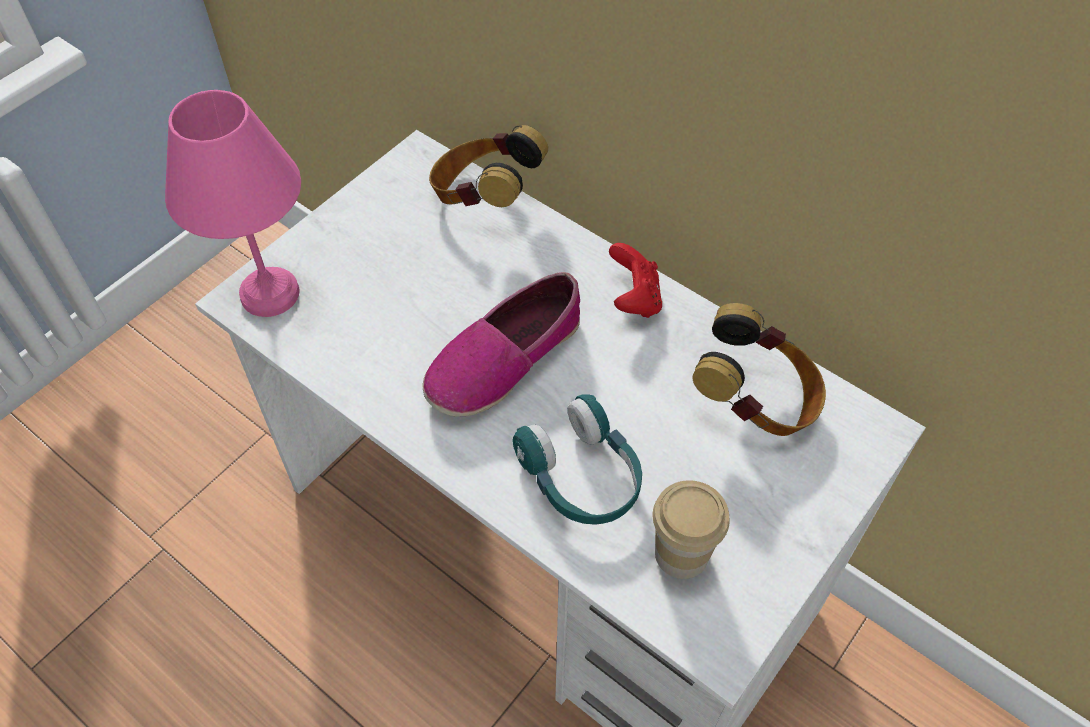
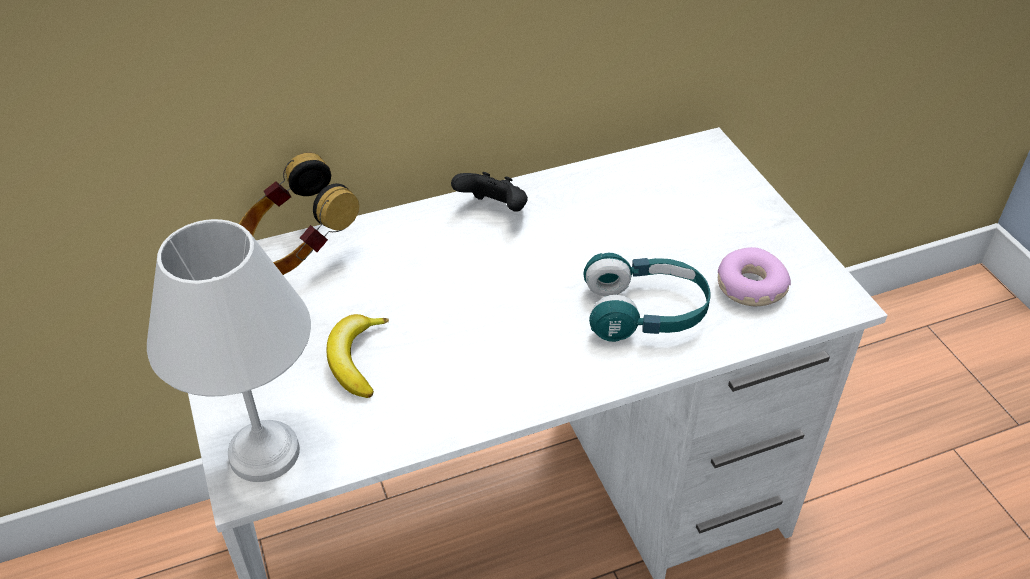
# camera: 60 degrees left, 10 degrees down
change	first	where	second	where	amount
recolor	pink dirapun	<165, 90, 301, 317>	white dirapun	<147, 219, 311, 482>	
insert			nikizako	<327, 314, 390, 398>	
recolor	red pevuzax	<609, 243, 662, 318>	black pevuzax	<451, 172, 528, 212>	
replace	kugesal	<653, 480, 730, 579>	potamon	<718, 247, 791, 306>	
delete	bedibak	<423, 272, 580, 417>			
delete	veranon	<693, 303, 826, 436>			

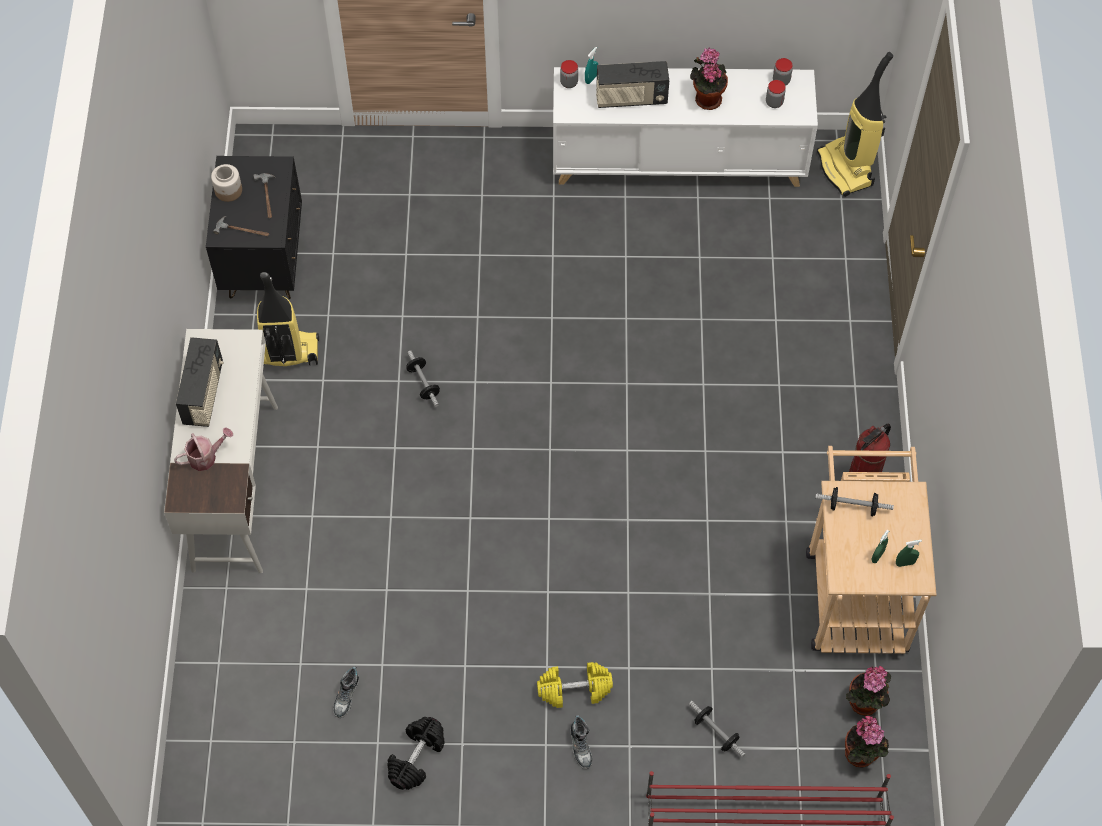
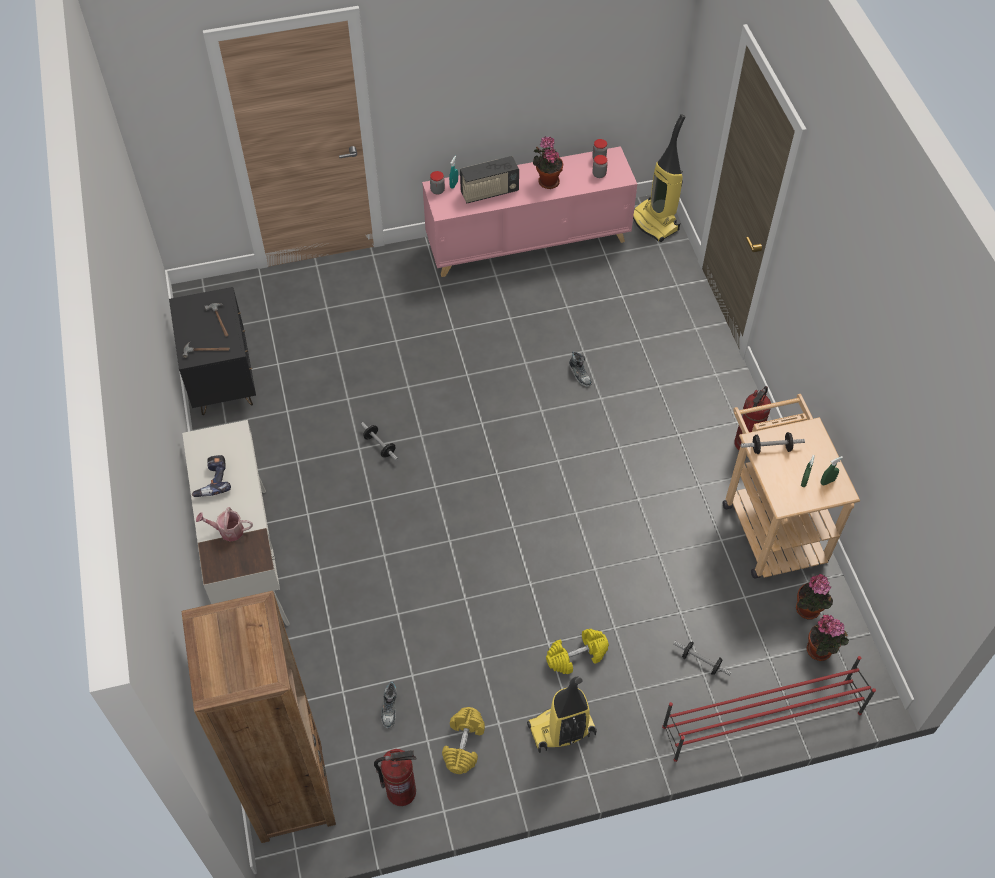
# camera: 15 degrees left, 5 degrees down
change	first	where	second	where	amount
insert			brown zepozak	<181, 591, 336, 843>	
replace	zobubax	<176, 337, 224, 427>	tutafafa	<192, 455, 231, 497>	
rotate	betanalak	<174, 427, 233, 471>		<196, 507, 253, 542>	135 degrees counterclockwise
insert			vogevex	<374, 749, 417, 806>	
recolor	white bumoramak	<553, 67, 818, 187>	pink bumoramak	<422, 146, 637, 277>	
recolor	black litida	<387, 717, 445, 790>	yellow litida	<442, 707, 485, 774>	
move	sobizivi	<257, 272, 319, 367>		<527, 676, 597, 753>	
move	bedibak	<570, 715, 592, 769>		<569, 351, 592, 387>	
delete	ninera	<211, 164, 242, 202>			

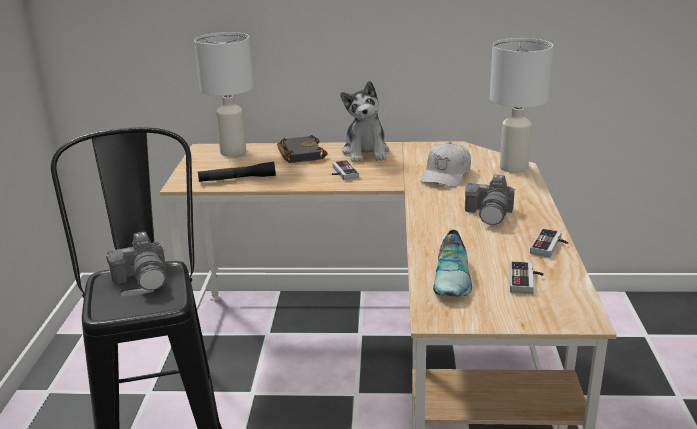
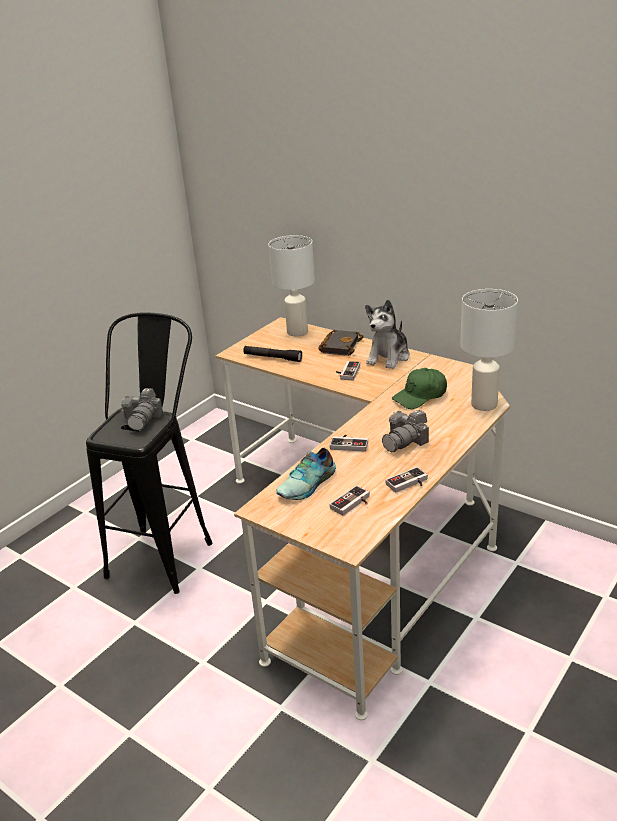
# camera: 35 degrees right, 5 degrees up
change	first	where	second	where	amount
insert			pevuzax	<330, 435, 368, 452>	
recolor	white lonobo	<421, 142, 471, 187>	green lonobo	<392, 368, 447, 409>	

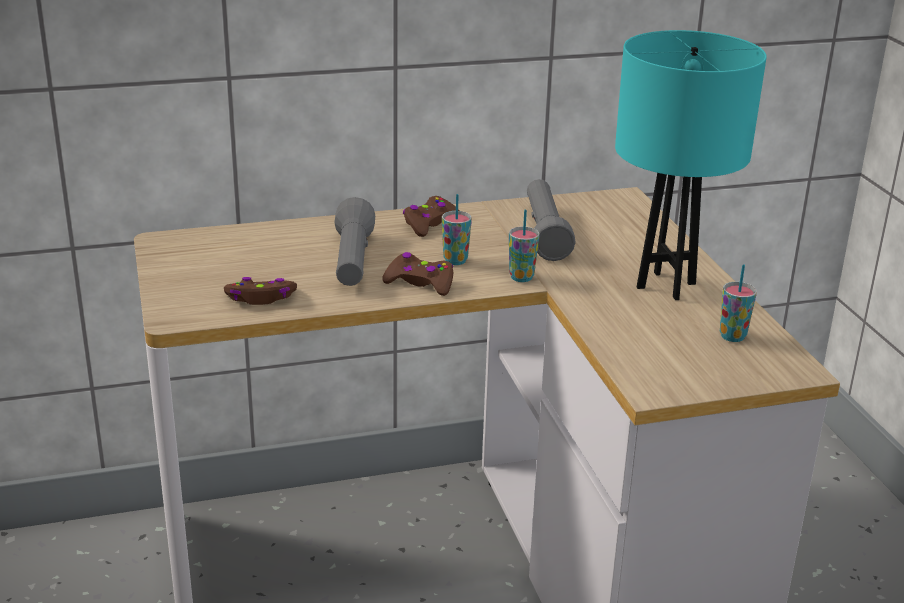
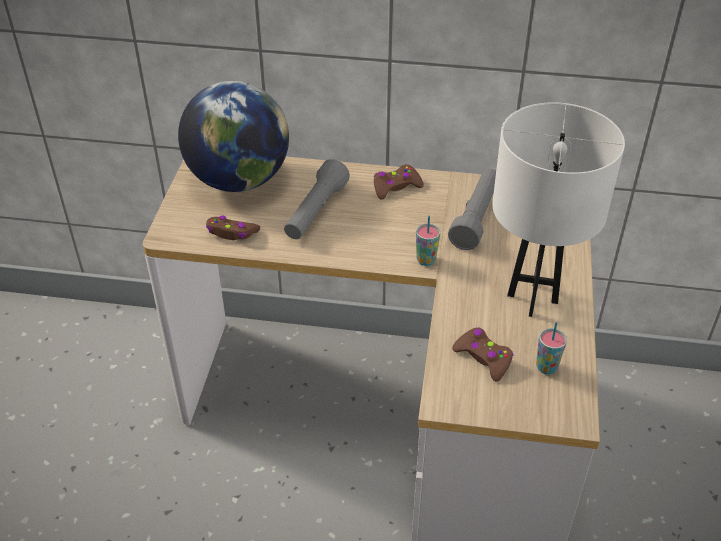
# camera: 25 degrees right, 15 degrees up
change	first	where	second	where	amount
insert			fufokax	<178, 81, 289, 192>	
move	brown pevuzax	<382, 252, 453, 296>		<452, 328, 513, 381>	
recolor	turquoise dirapun	<615, 30, 767, 300>	white dirapun	<492, 102, 625, 317>	
delete	kugesal	<442, 194, 472, 265>			

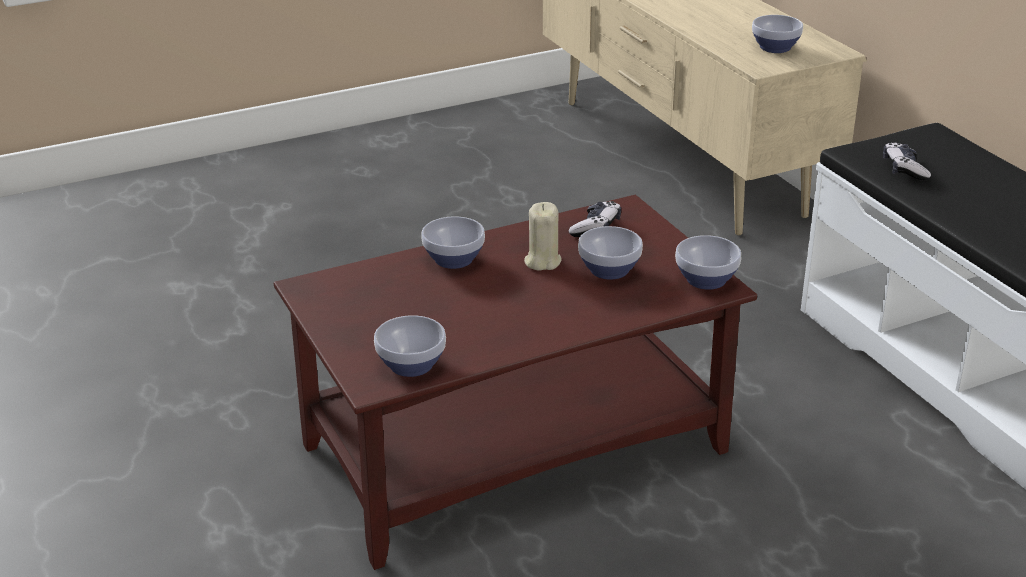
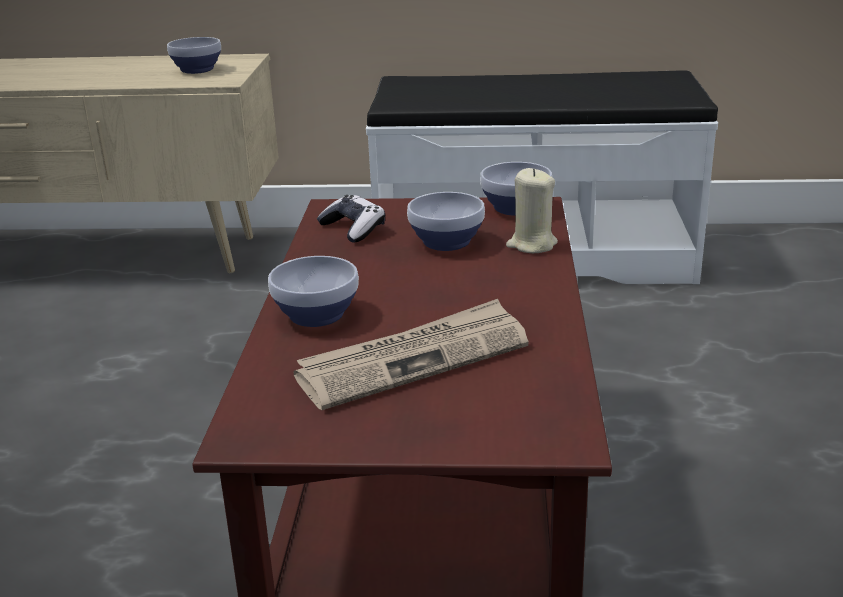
# camera: 60 degrees left, 5 degrees down
change	first	where	second	where	amount
insert			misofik	<293, 299, 529, 410>	
move	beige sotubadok	<524, 202, 562, 270>		<506, 168, 558, 253>	
delete	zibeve	<374, 315, 446, 377>			
delete	pevuzax	<883, 142, 931, 180>			

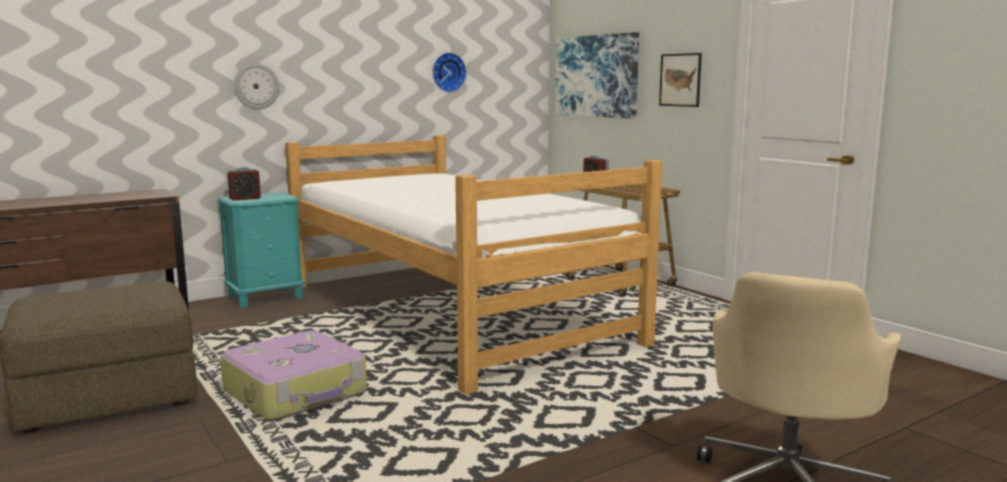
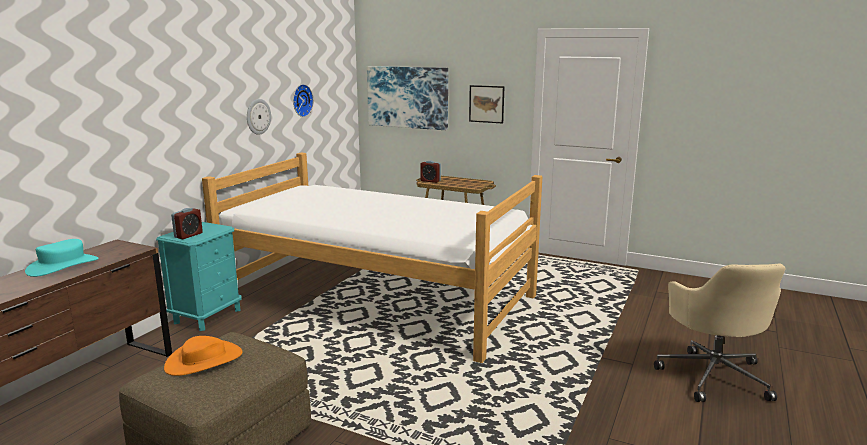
# camera: 30 degrees left, 5 degrees up
change	first	where	second	where	amount
insert			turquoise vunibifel	<25, 239, 98, 277>	
insert			orange vunibifel	<164, 336, 243, 376>	
move	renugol	<234, 63, 280, 110>		<247, 99, 271, 135>	
delete	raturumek	<220, 330, 367, 421>			

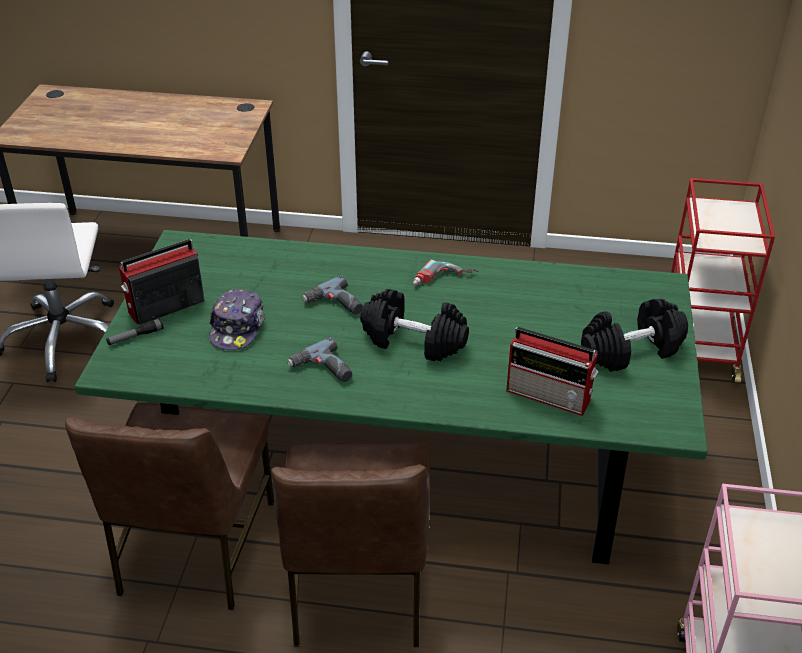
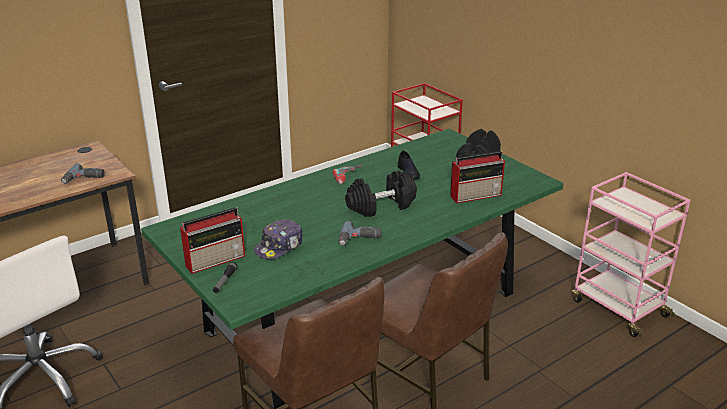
# camera: 45 degrees left, 10 degrees down
change	first	where	second	where	amount
move	tutafafa	<302, 275, 363, 315>		<61, 163, 105, 184>	
rotate	zobubax	<119, 239, 205, 325>		<180, 207, 245, 274>	135 degrees counterclockwise
rotate	lonobo	<209, 289, 265, 350>		<254, 219, 303, 260>	75 degrees clockwise
insert			black bedibak	<398, 150, 420, 179>	

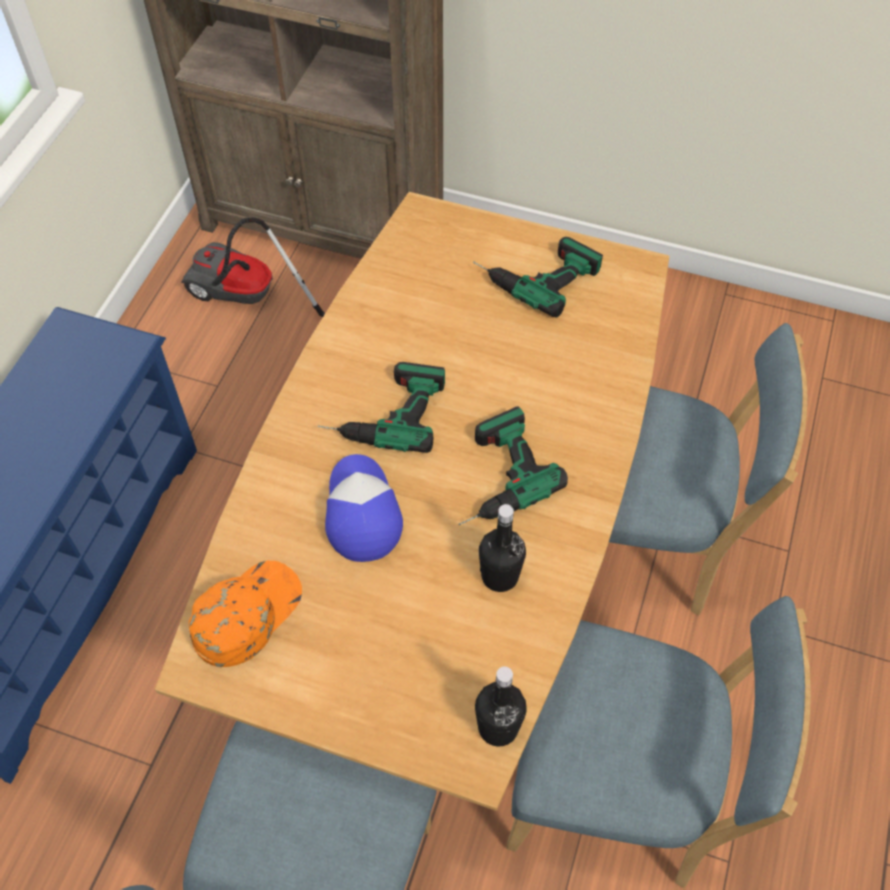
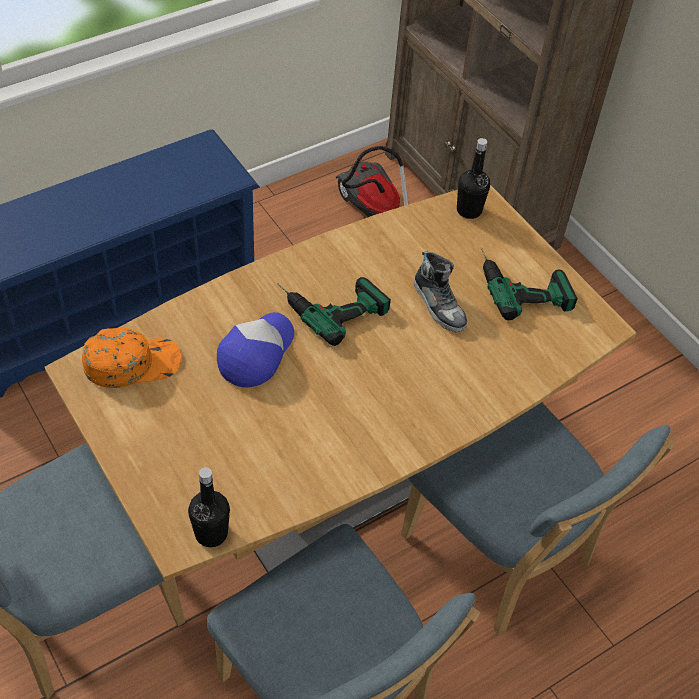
# camera: 35 degrees right, 5 degrees down
change	first	where	second	where	amount
insert			bedibak	<414, 251, 467, 332>	
move	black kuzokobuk	<479, 504, 526, 592>		<457, 138, 490, 219>	
delete	tutafafa	<459, 406, 568, 525>			

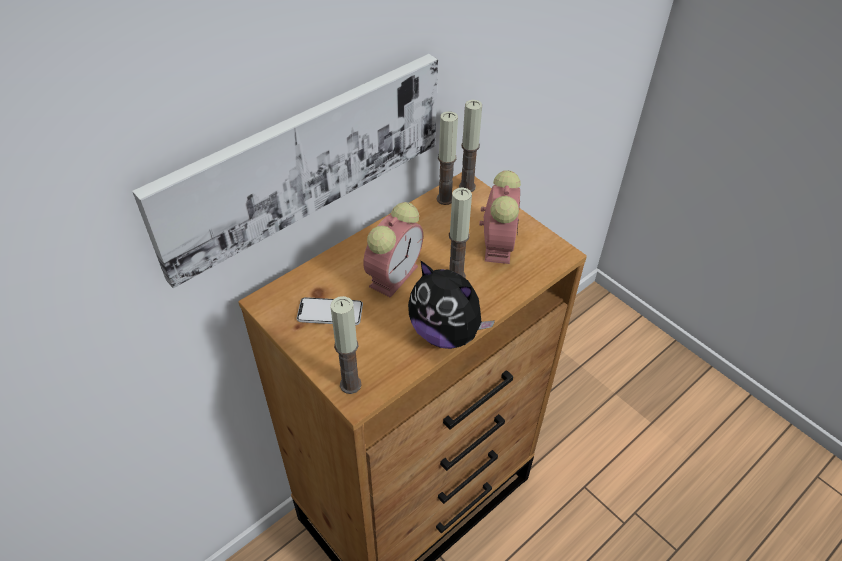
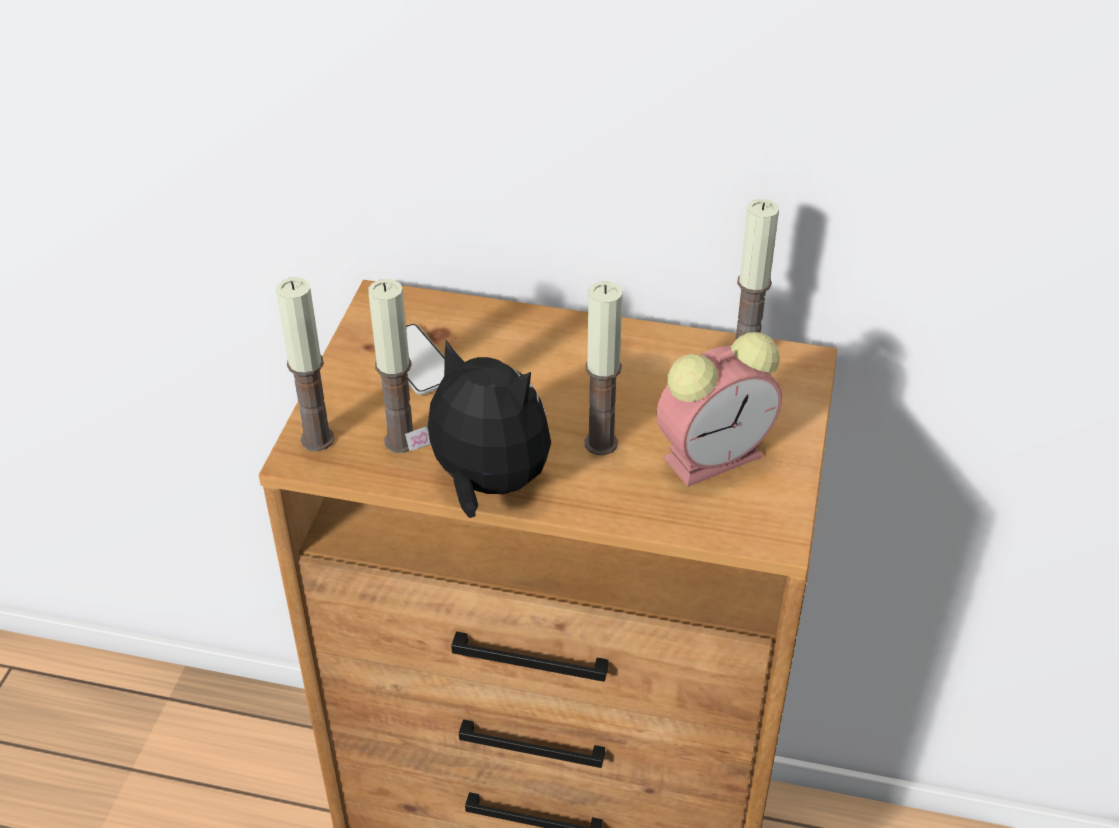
# camera: 55 degrees right, 5 degrees down
change	first	where	second	where	amount
move	sotubadok	<459, 100, 482, 192>		<368, 279, 413, 453>	
rotate	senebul	<408, 260, 495, 349>		<405, 340, 551, 518>	120 degrees clockwise
delete	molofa	<132, 54, 438, 288>			
delete	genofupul	<363, 202, 423, 298>			

